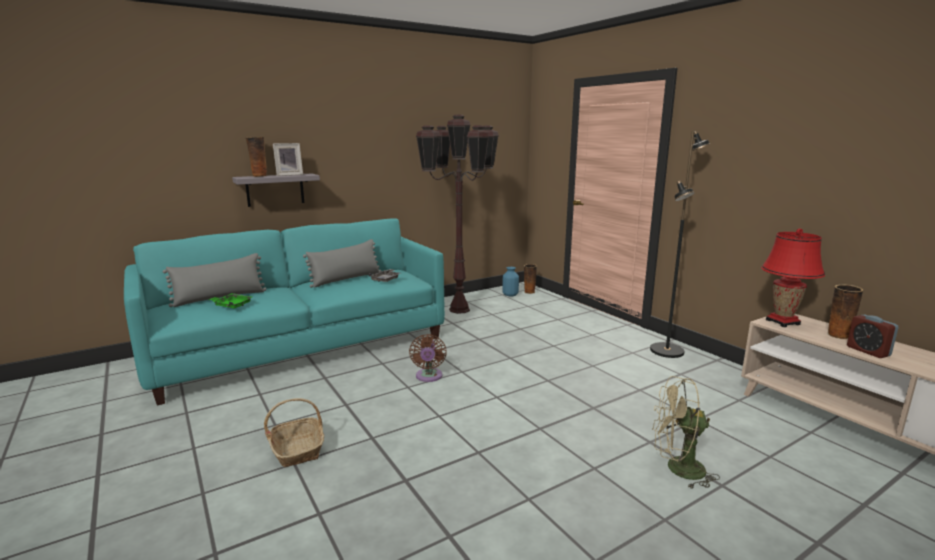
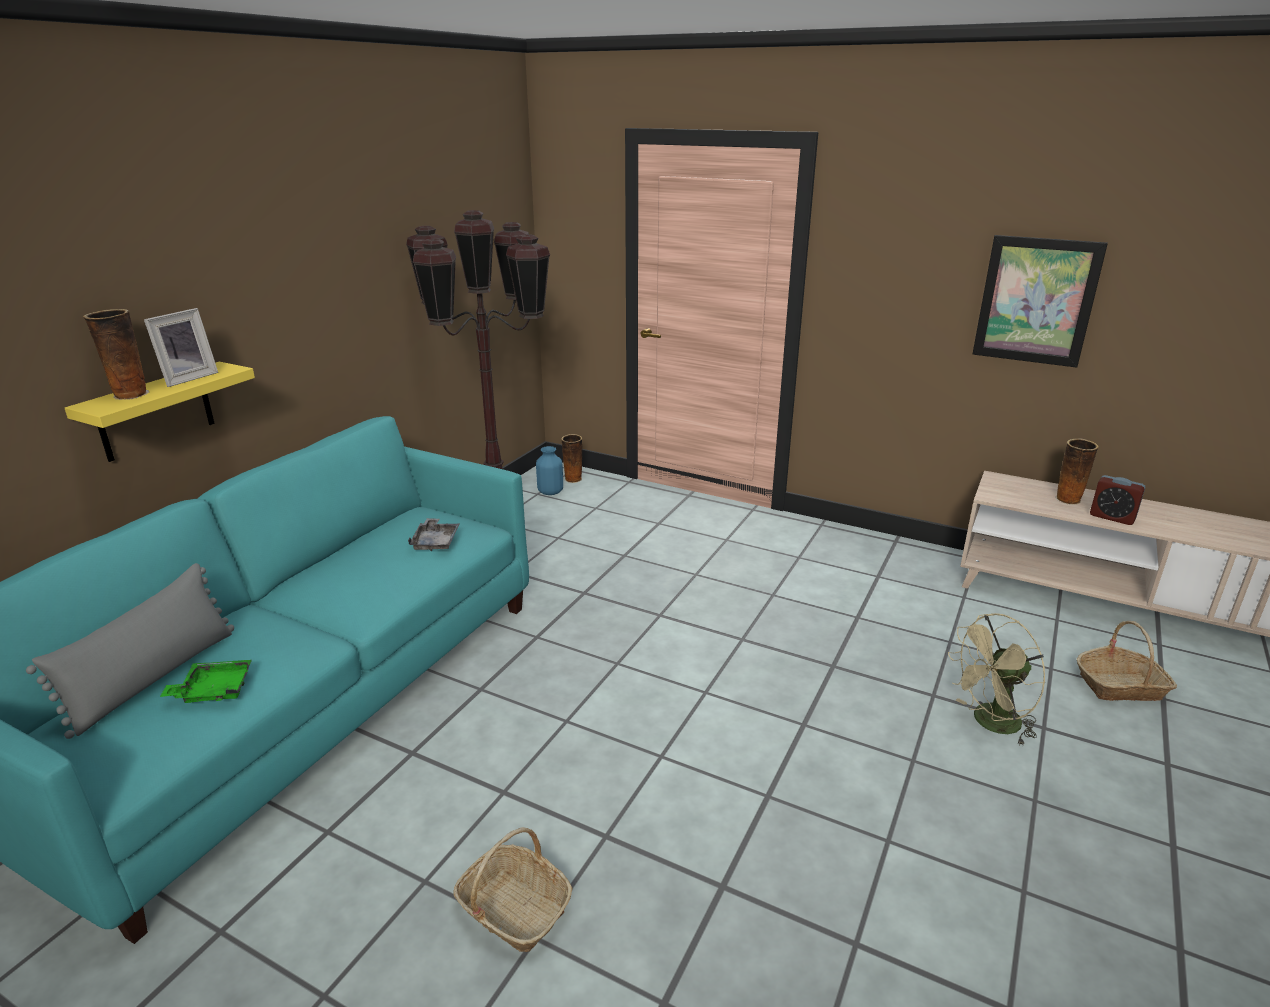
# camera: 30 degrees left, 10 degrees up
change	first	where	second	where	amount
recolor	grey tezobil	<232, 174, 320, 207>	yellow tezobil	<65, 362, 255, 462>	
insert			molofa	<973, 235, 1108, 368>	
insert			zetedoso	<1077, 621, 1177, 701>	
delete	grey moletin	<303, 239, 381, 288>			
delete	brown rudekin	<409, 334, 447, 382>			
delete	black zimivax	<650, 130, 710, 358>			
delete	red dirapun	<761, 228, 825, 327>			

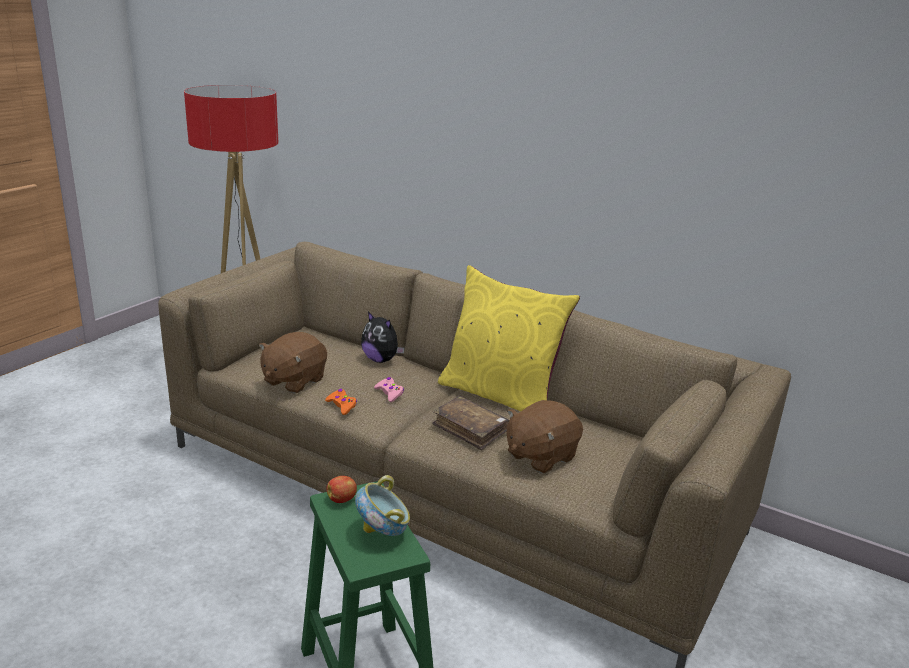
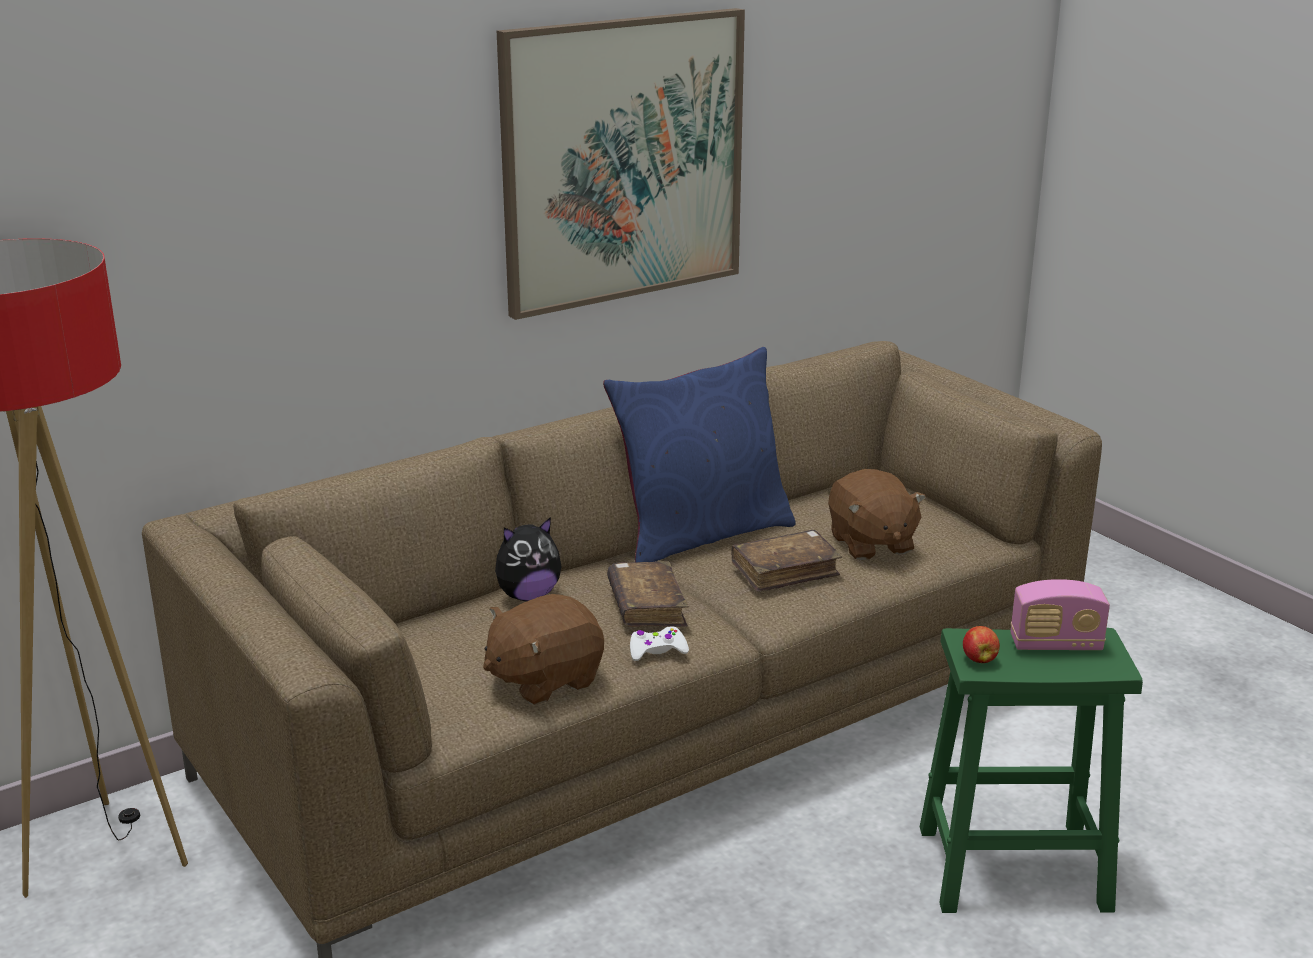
# camera: 65 degrees left, 0 degrees up
change	first	where	second	where	amount
rotate	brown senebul	<259, 332, 327, 393>		<483, 594, 604, 705>	90 degrees clockwise
insert			molofa	<497, 8, 745, 320>	
recolor	yellow moletin	<438, 265, 580, 412>	blue moletin	<603, 347, 795, 562>	
replace	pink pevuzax	<374, 377, 404, 402>	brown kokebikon	<607, 561, 689, 627>	
recolor	orange pevuzax	<325, 389, 357, 415>	white pevuzax	<630, 626, 689, 661>	
replace	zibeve	<355, 475, 410, 536>	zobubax	<1011, 579, 1110, 650>	

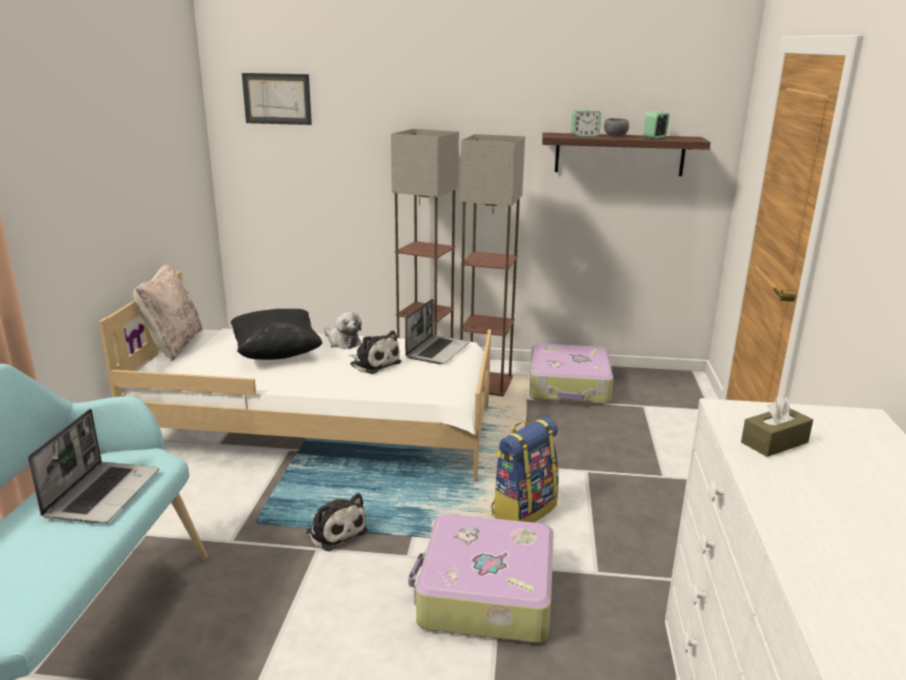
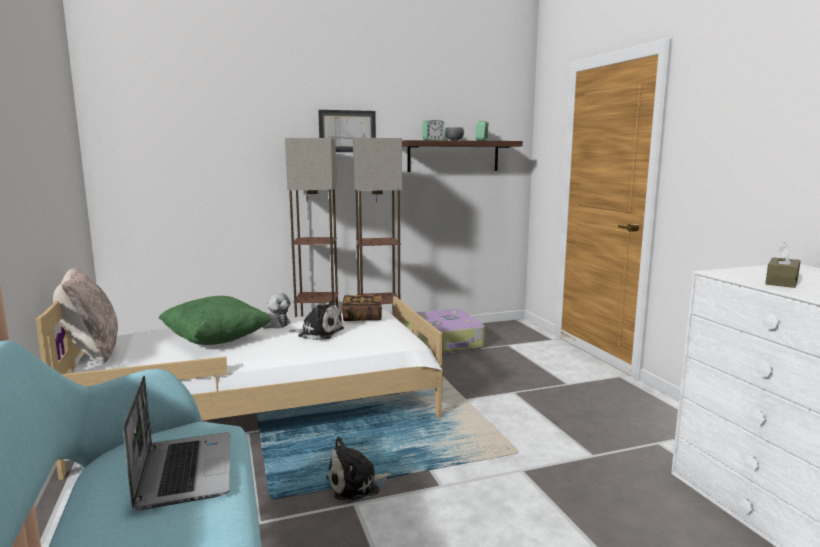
# camera: 25 degrees left, 10 degrees down
change	first	where	second	where	amount
recolor	black moletin	<231, 309, 322, 360>	green moletin	<159, 296, 271, 345>	
move	molofa	<242, 73, 312, 125>		<318, 110, 376, 152>	
rotate	senebul	<306, 493, 368, 551>		<326, 436, 391, 502>	135 degrees clockwise
replace	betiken	<405, 299, 469, 364>	kokebikon	<342, 295, 382, 321>	
delete	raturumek	<408, 514, 554, 643>			
delete	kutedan	<491, 417, 559, 523>			

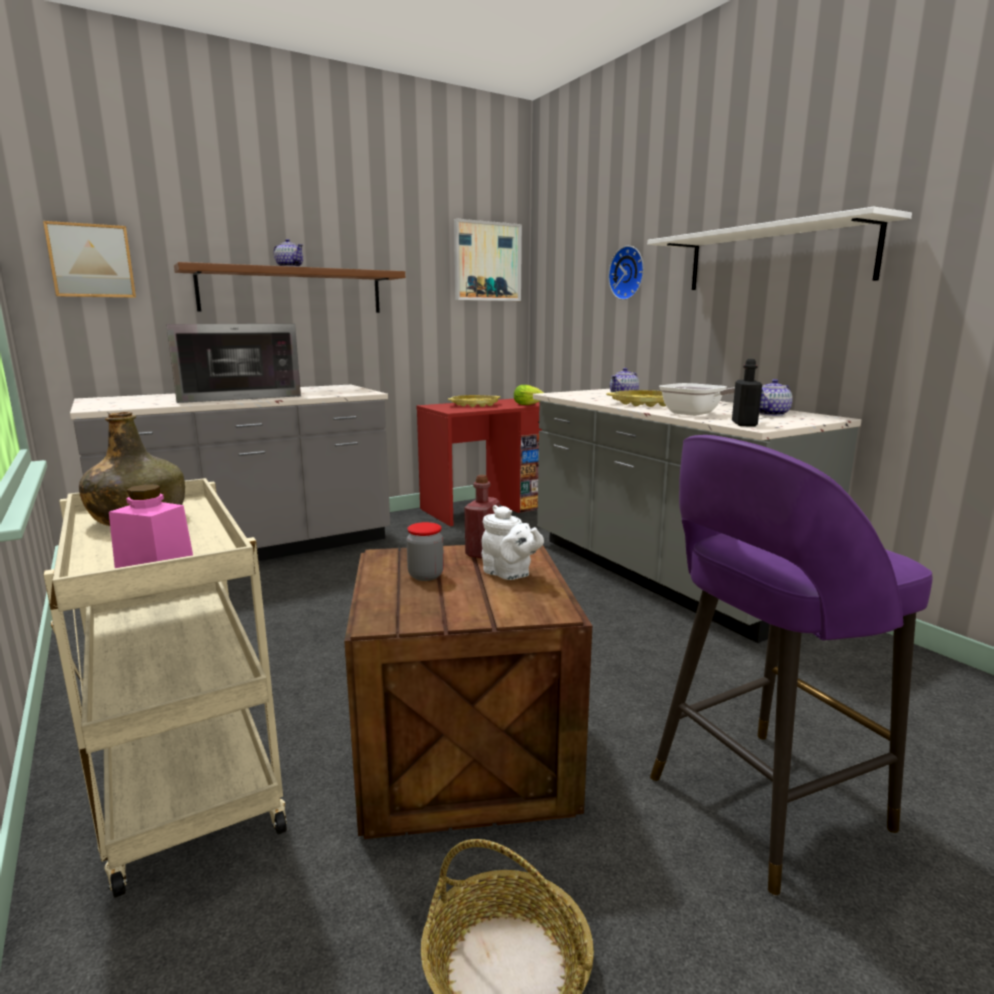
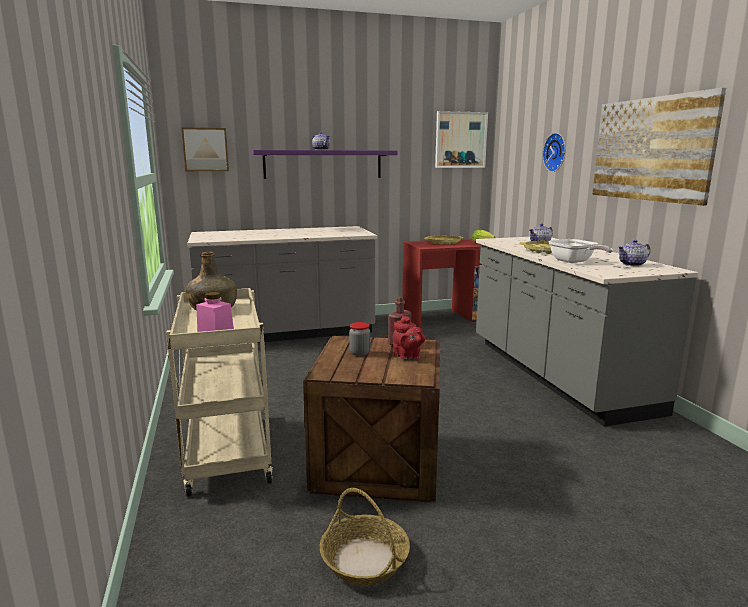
# camera: 15 degrees right, 0 degrees up
change	first	where	second	where	amount
recolor	brown tezobil	<174, 262, 405, 313>	purple tezobil	<252, 150, 398, 179>	
recolor	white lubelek	<481, 505, 544, 580>	red lubelek	<393, 315, 425, 360>	
replace	white tezobil	<647, 207, 912, 290>	molofa	<592, 88, 726, 206>	
delete	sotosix	<166, 324, 301, 403>			
delete	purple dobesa	<650, 435, 933, 896>			
delete	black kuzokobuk	<732, 359, 762, 427>			

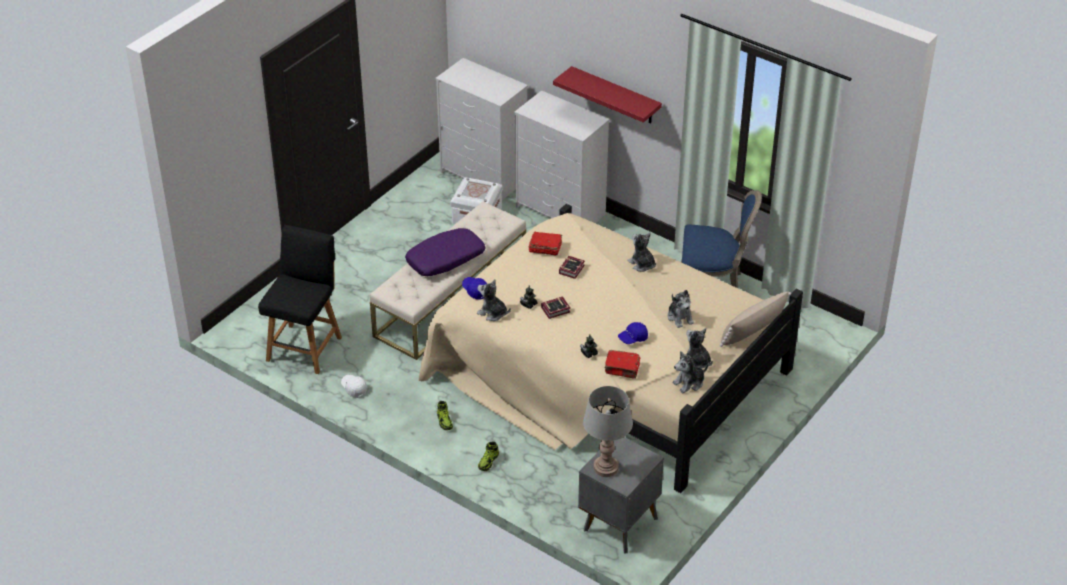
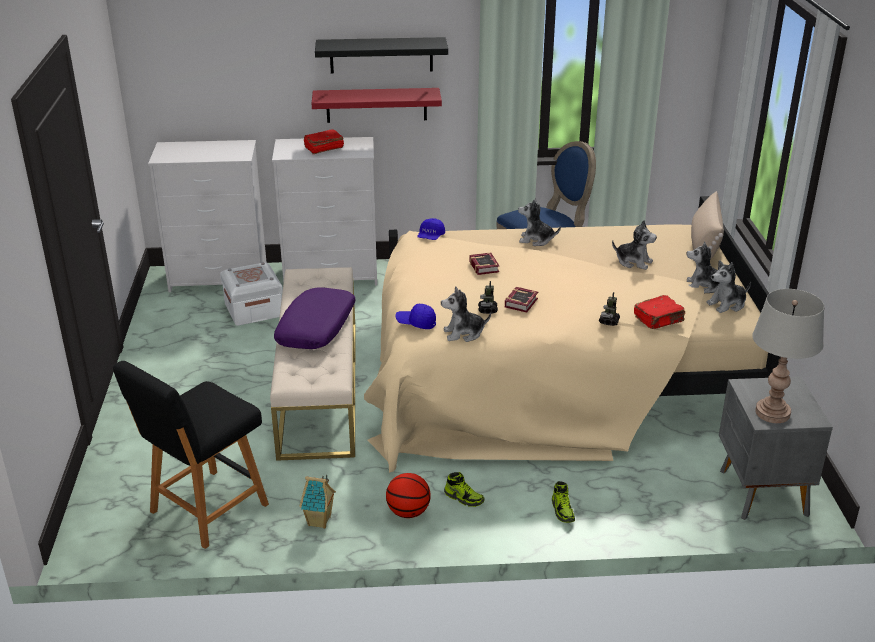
# camera: 40 degrees left, 10 degrees down
change	first	where	second	where	amount
rotate	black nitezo	<258, 225, 342, 374>		<113, 361, 269, 549>	120 degrees counterclockwise
replace	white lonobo	<341, 375, 367, 398>	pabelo	<299, 475, 336, 529>	
move	red kokebikon	<529, 232, 562, 256>		<304, 129, 344, 154>	
insert			black tezobil	<315, 37, 448, 73>	
insert			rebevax	<386, 473, 431, 518>	
move	blue lonobo	<618, 322, 648, 344>		<417, 218, 445, 240>	
rotate	senebul	<673, 351, 708, 393>		<706, 260, 751, 313>	45 degrees clockwise

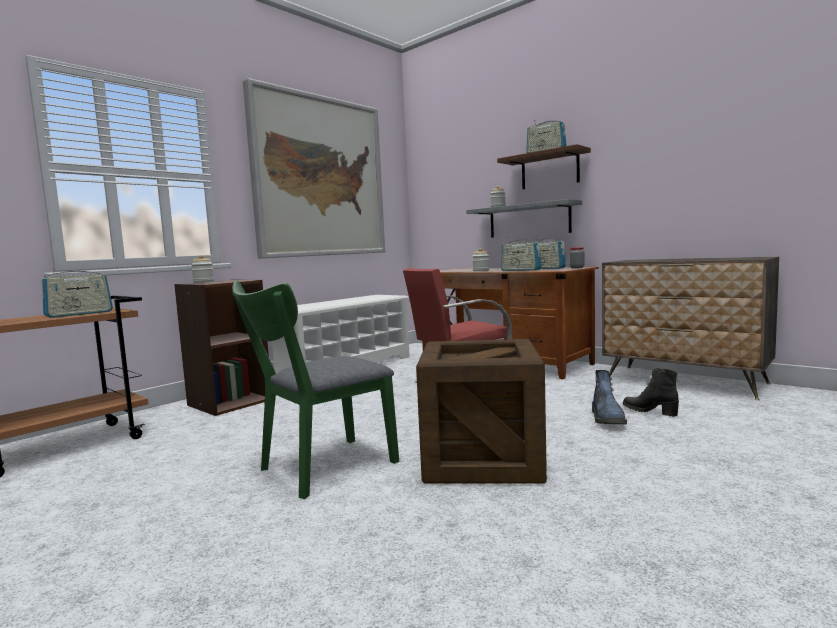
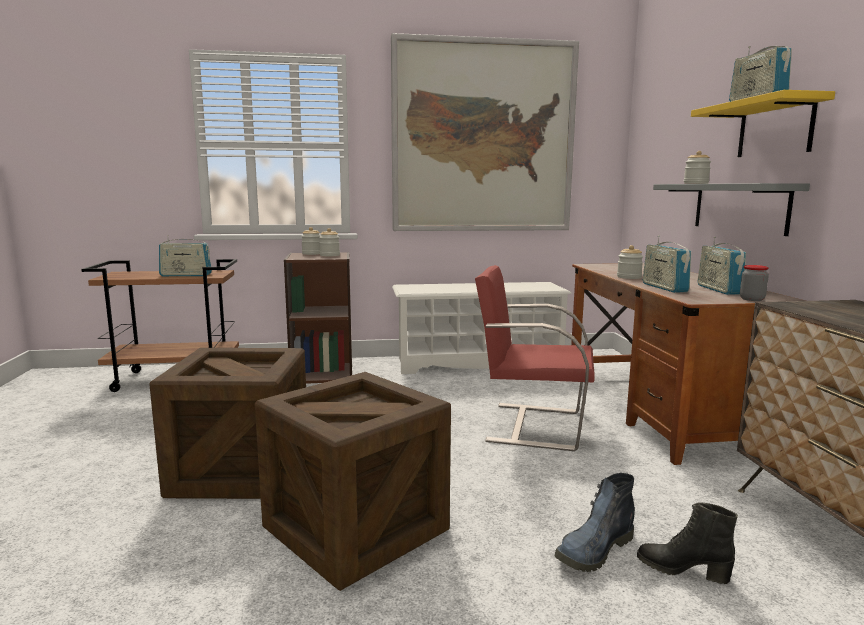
# camera: 40 degrees right, 5 degrees up
change	first	where	second	where	amount
replace	green nitezo	<232, 281, 399, 499>	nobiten	<149, 348, 306, 499>	
insert			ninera	<319, 228, 340, 256>	
rotate	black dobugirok	<623, 368, 679, 417>		<637, 503, 738, 584>	60 degrees counterclockwise
recolor	brown tezobil	<497, 144, 591, 190>	yellow tezobil	<691, 90, 835, 157>	

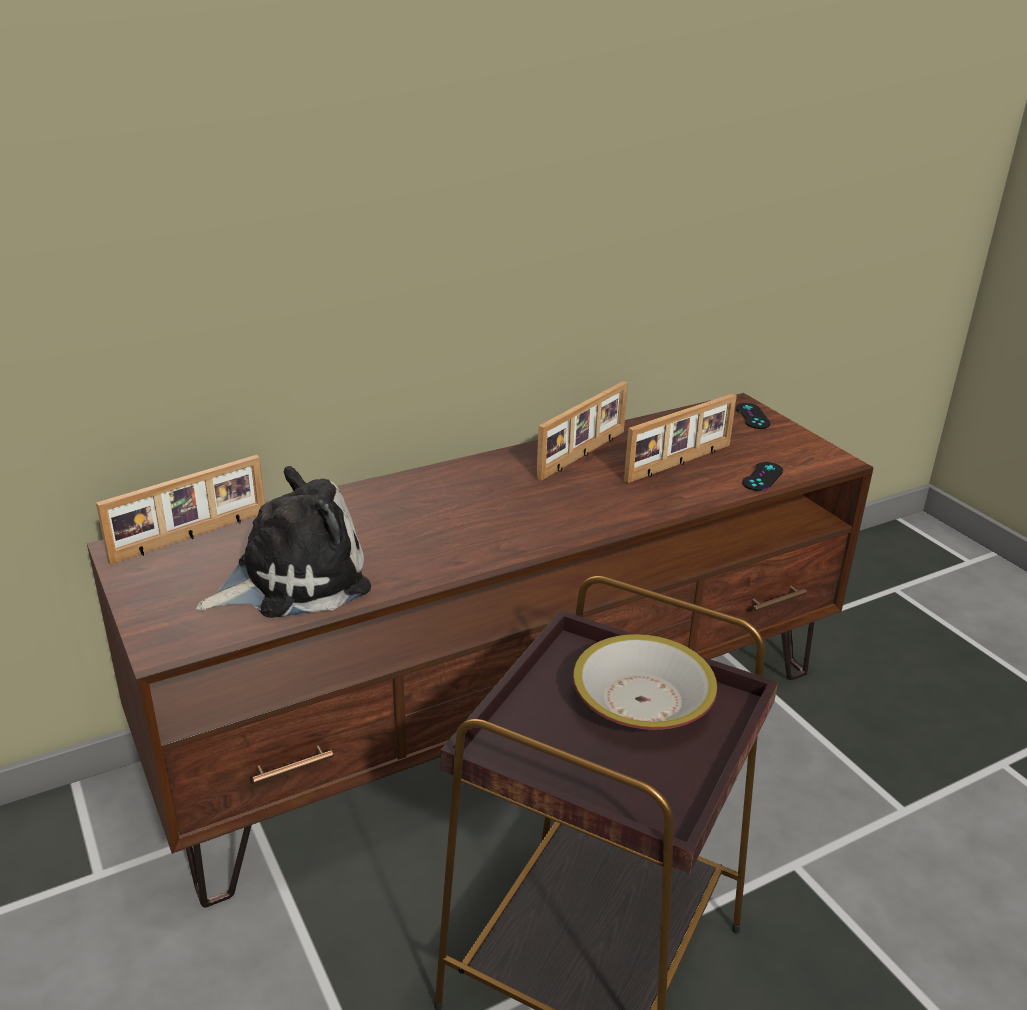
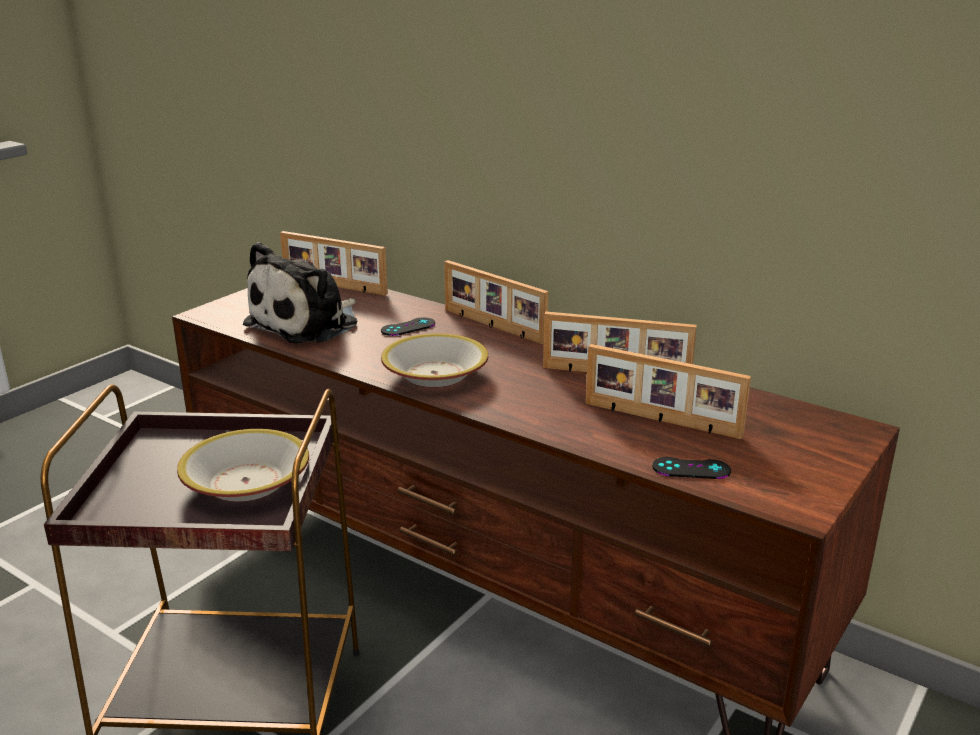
# camera: 65 degrees right, 5 degrees down
change	first	where	second	where	amount
rotate	senebul	<196, 466, 371, 618>		<243, 242, 358, 344>	90 degrees clockwise
move	black pevuzax	<735, 403, 771, 429>		<381, 317, 435, 336>	
insert			zibeve	<381, 333, 488, 388>	
insert			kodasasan	<444, 260, 549, 345>	

